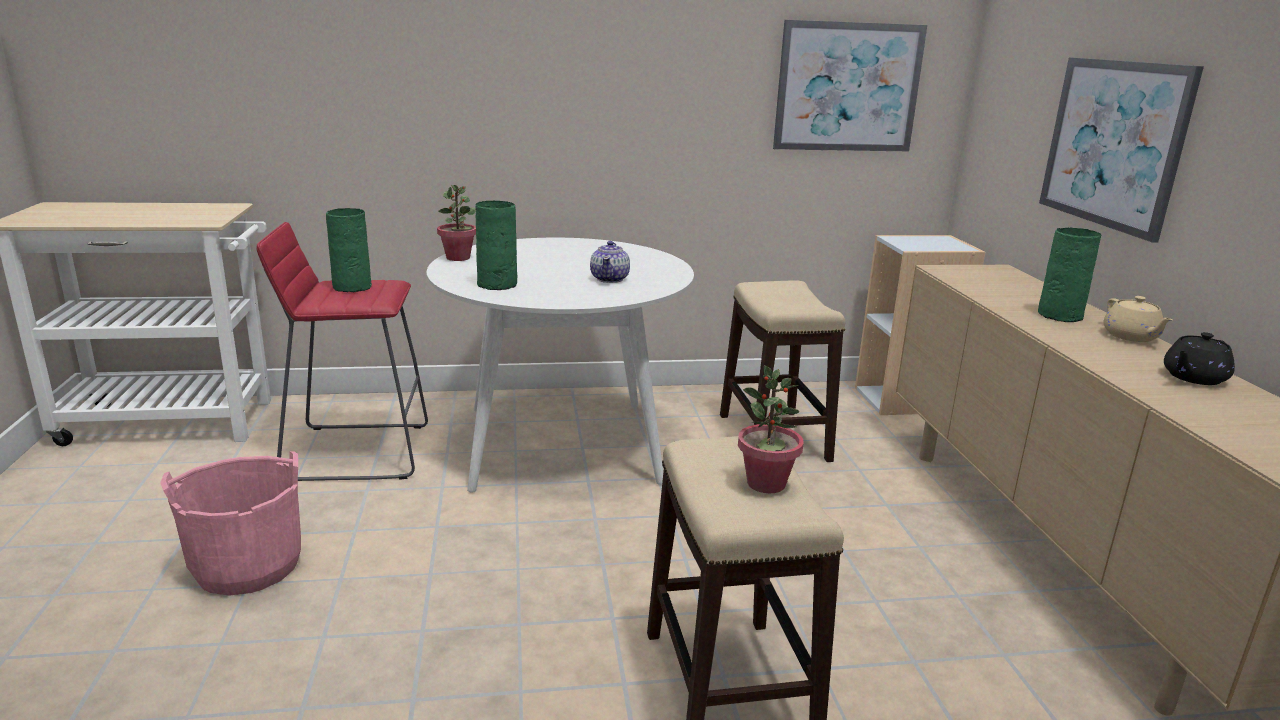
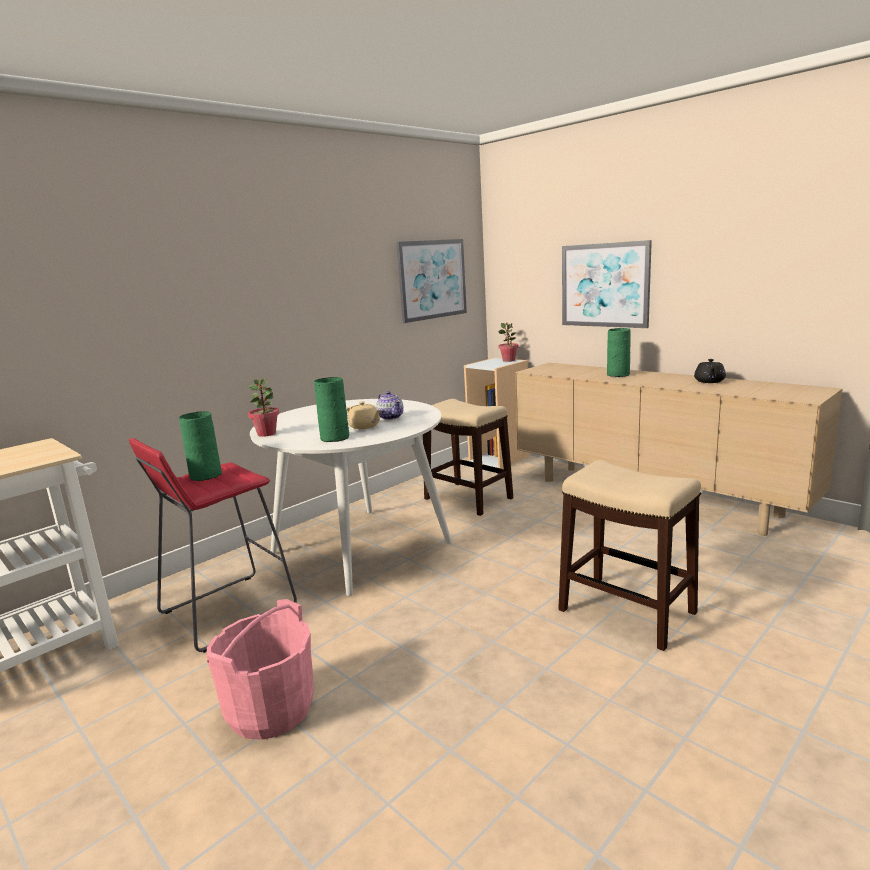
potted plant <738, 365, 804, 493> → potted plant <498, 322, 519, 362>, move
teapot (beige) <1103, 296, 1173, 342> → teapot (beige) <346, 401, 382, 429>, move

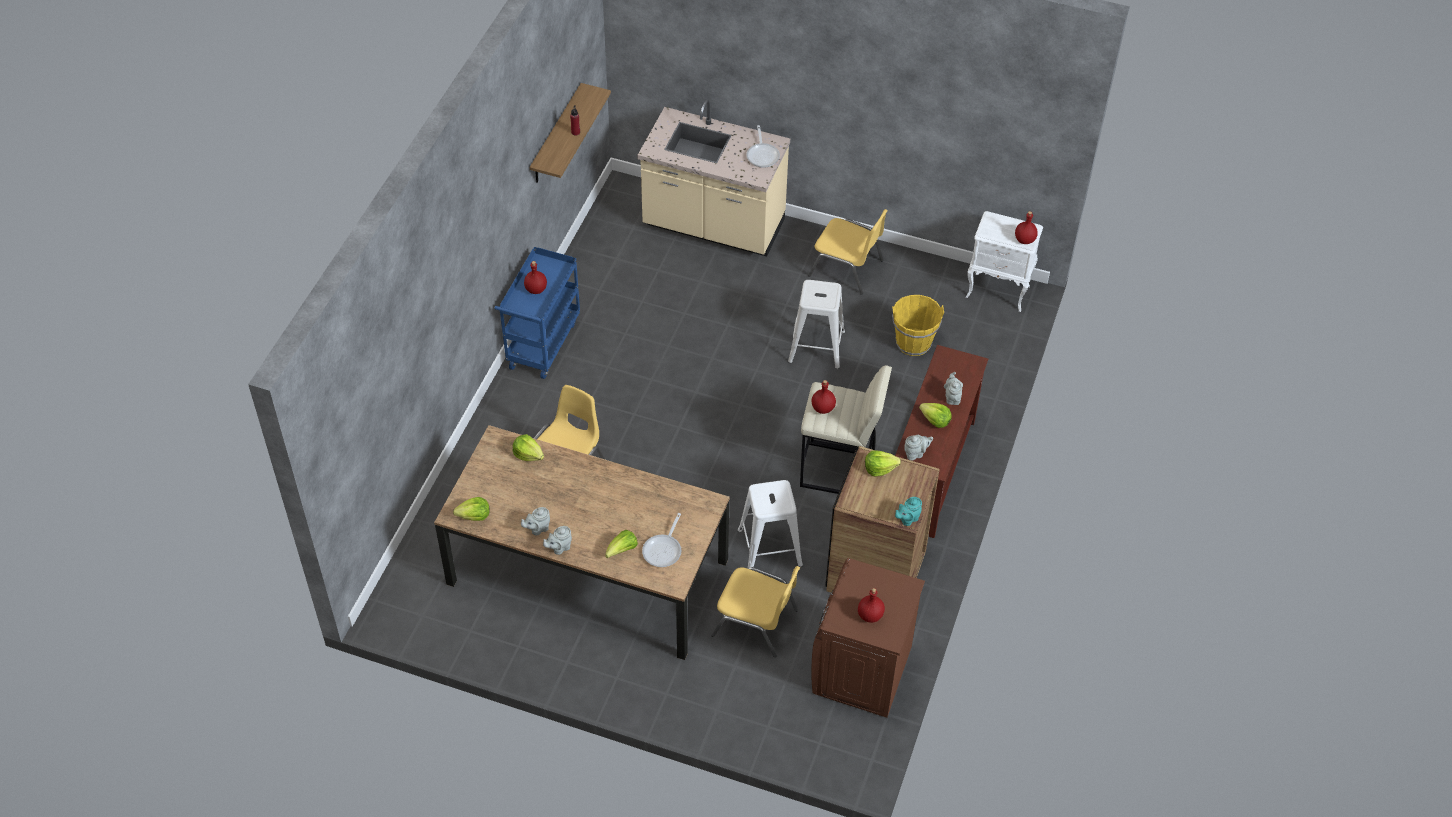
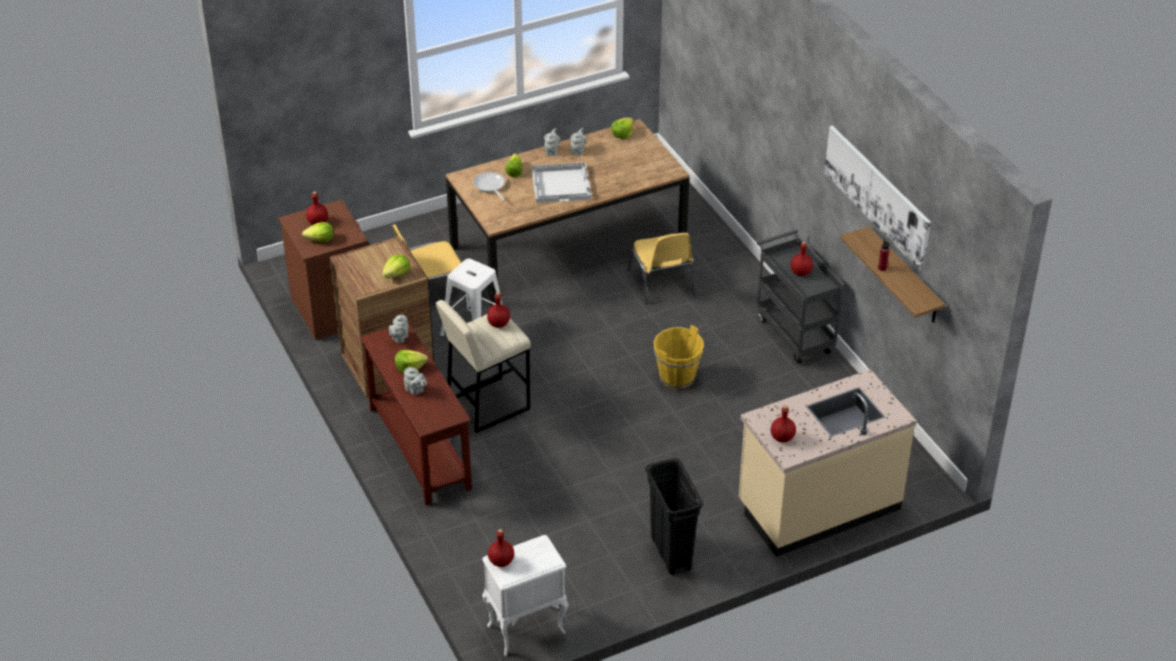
cart (blue) <494, 247, 580, 379> → cart (grey) <757, 230, 843, 364>
lettuce <513, 434, 544, 461> → lettuce <302, 222, 333, 242>, move
frying pan <747, 125, 780, 168> → bottle (red) <771, 405, 796, 443>
stool (white) <788, 280, 845, 369> → -
chair (yellow) <808, 209, 888, 294> → trash can (black) <645, 458, 703, 575>
bucket (yellow) <892, 295, 944, 356> → bucket (yellow) <654, 325, 704, 389>, move
teapot (turquoise) <895, 497, 922, 526> → -
- → tray (white) <531, 162, 591, 203>
- → picture <825, 126, 931, 271>

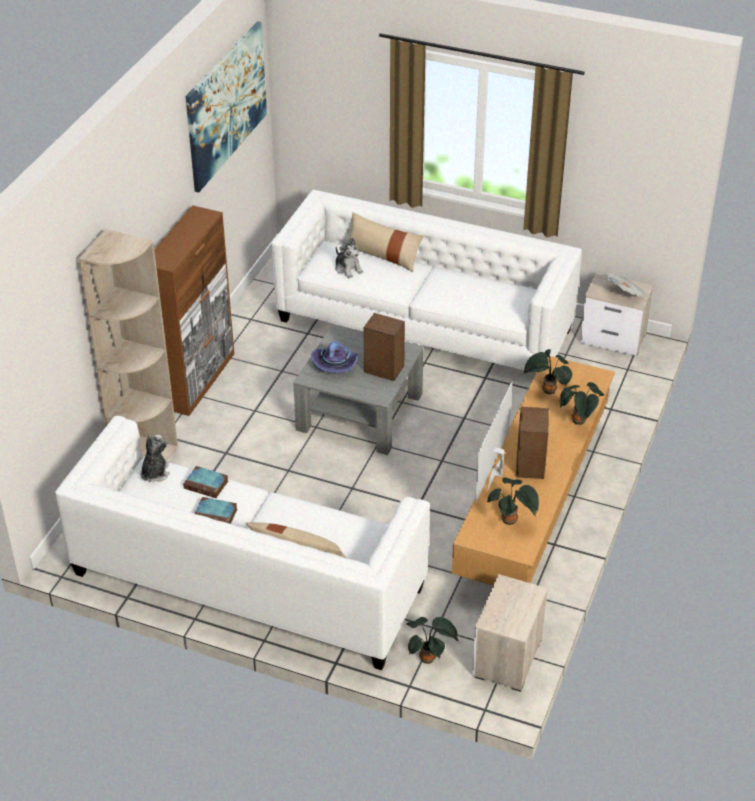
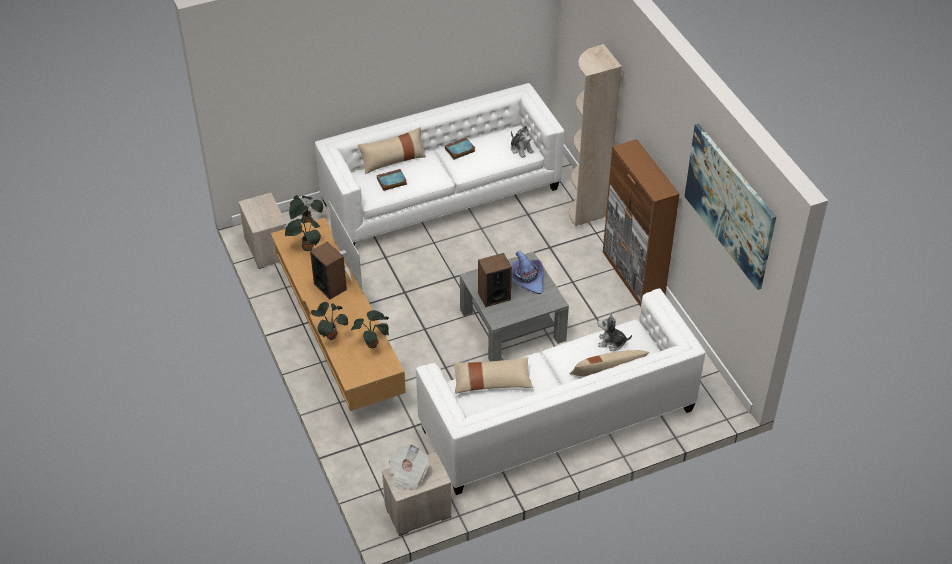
book <183, 466, 228, 498> → book <377, 169, 407, 191>, move
- → pillow (beige) <453, 357, 533, 394>

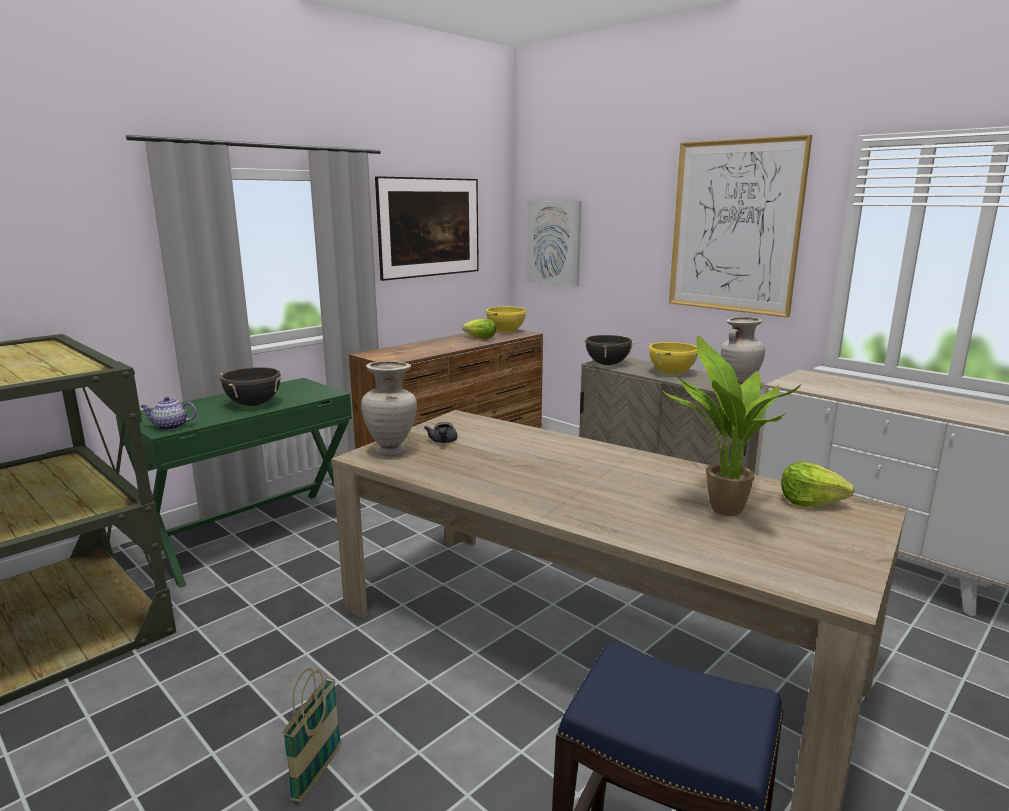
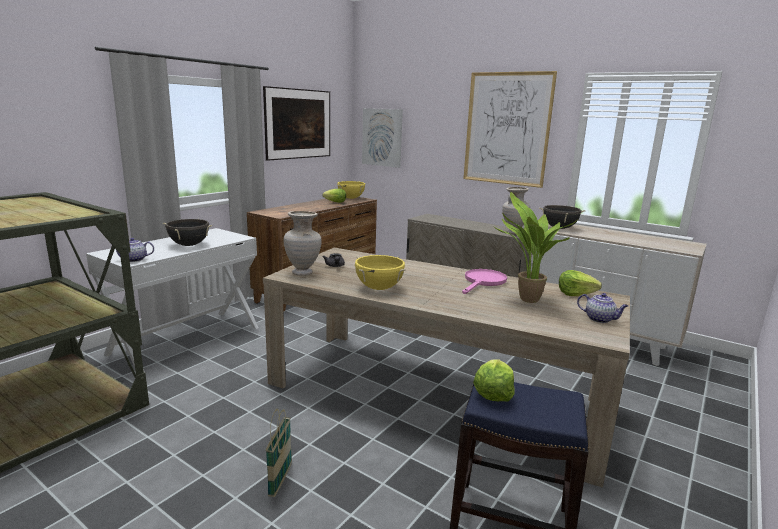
console table (green) <116, 378, 352, 588> → console table (white) <86, 228, 259, 372>
cooking pot (black) <580, 335, 638, 365> → cooking pot (black) <539, 205, 586, 229>, move
cooking pot (yellow) <648, 342, 698, 374> → cooking pot (yellow) <355, 255, 405, 290>, move
- → frying pan (pink) <462, 269, 507, 294>
- → lettuce <473, 360, 515, 402>
- → teapot <577, 293, 628, 323>

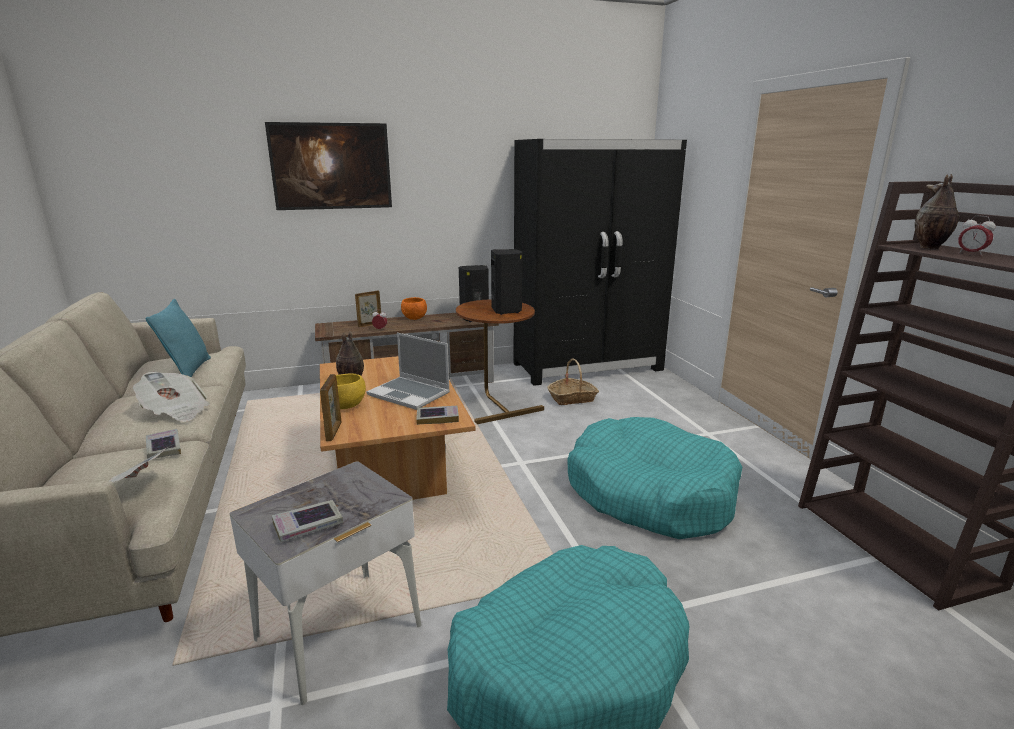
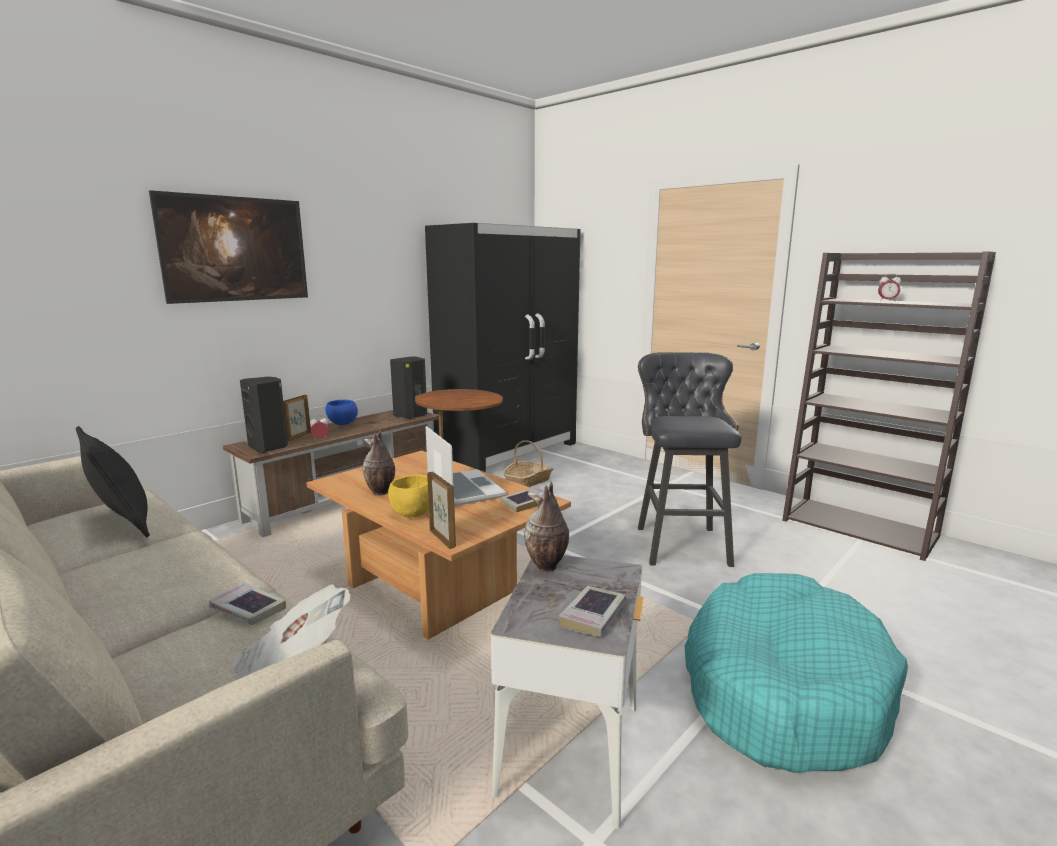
newspaper <133, 372, 210, 422> → -
pillow (turquoise) <146, 299, 211, 377> → pillow (black) <76, 426, 150, 538>
laptop <366, 333, 450, 410> → laptop <426, 426, 507, 506>, 120 degrees counterclockwise
bowl (orange) <401, 297, 427, 320> → bowl (blue) <325, 400, 358, 425>
speaker (black) <491, 249, 522, 315> → speaker (black) <240, 377, 288, 453>, move
dog bed (turquoise) <568, 417, 742, 539> → stool (black) <638, 352, 742, 567>
vase <915, 174, 959, 249> → vase <524, 481, 569, 572>, move

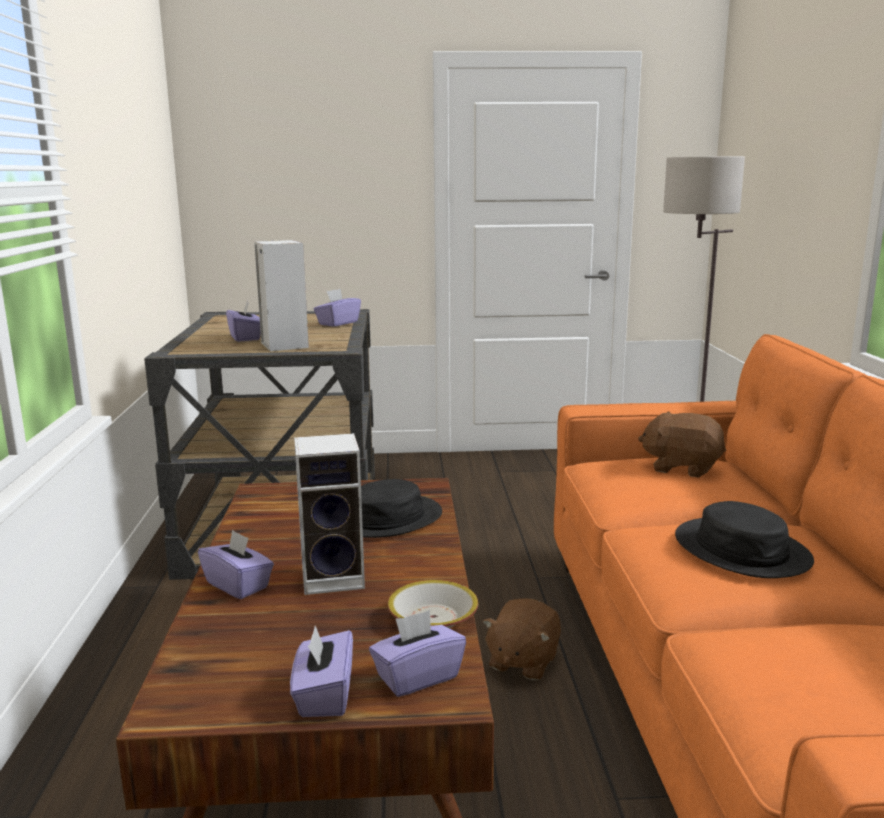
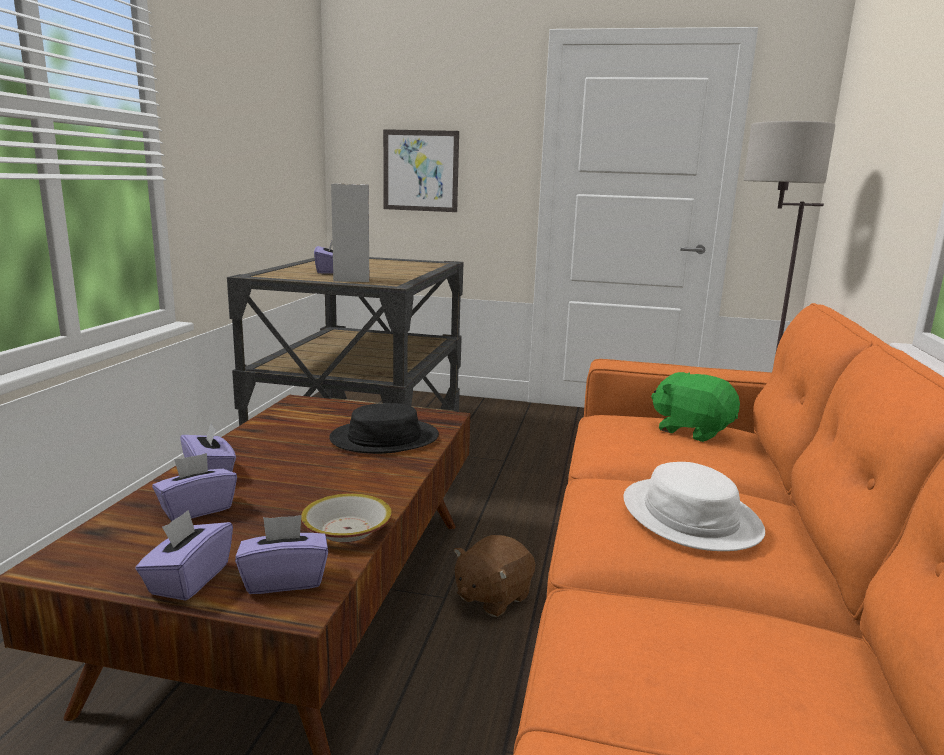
speaker <294, 433, 365, 595> → -
tissue box (purple) <314, 289, 361, 327> → tissue box (purple) <152, 453, 237, 521>, move
plush toy (brown) <638, 412, 726, 477> → plush toy (green) <651, 372, 740, 442>
hat (black) <675, 501, 814, 578> → hat (white) <624, 462, 765, 551>
- → picture <383, 129, 459, 212>

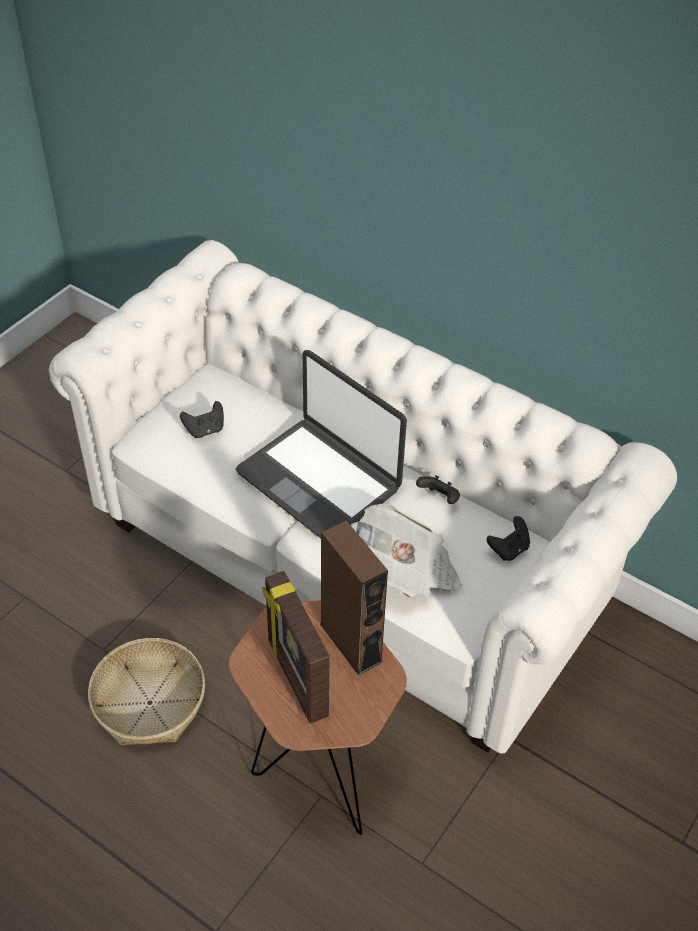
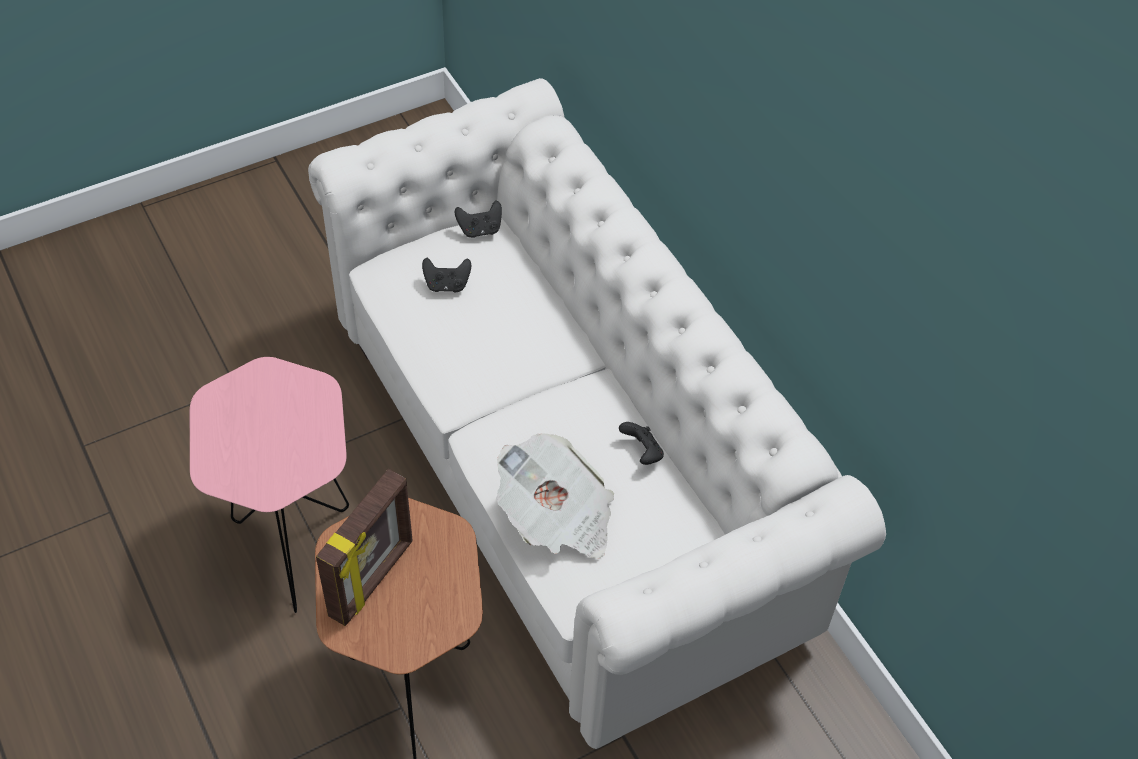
basket <88, 638, 205, 746> → side table (pink) <190, 357, 349, 613>
laptop <236, 350, 407, 538> → -
picture frame <262, 571, 329, 724> → picture frame <316, 469, 413, 626>, 150 degrees counterclockwise
speaker (brown) <320, 520, 388, 675> → -
game controller (black) <486, 516, 530, 561> → game controller (black) <455, 200, 502, 238>, move

